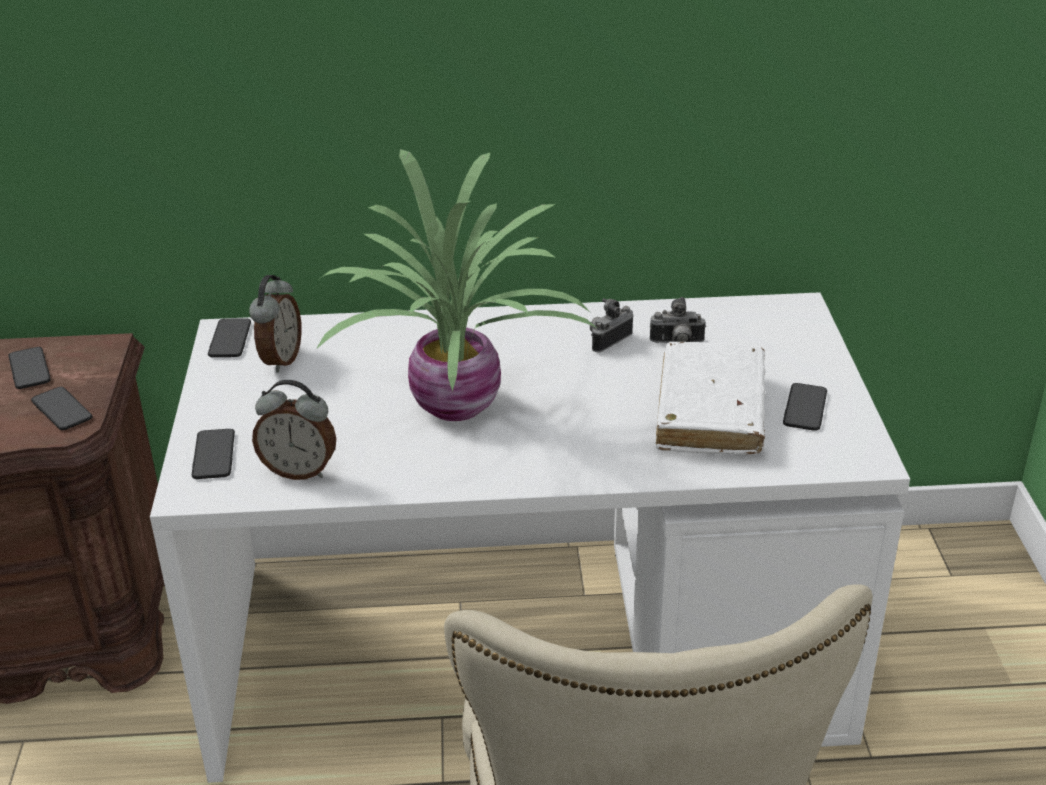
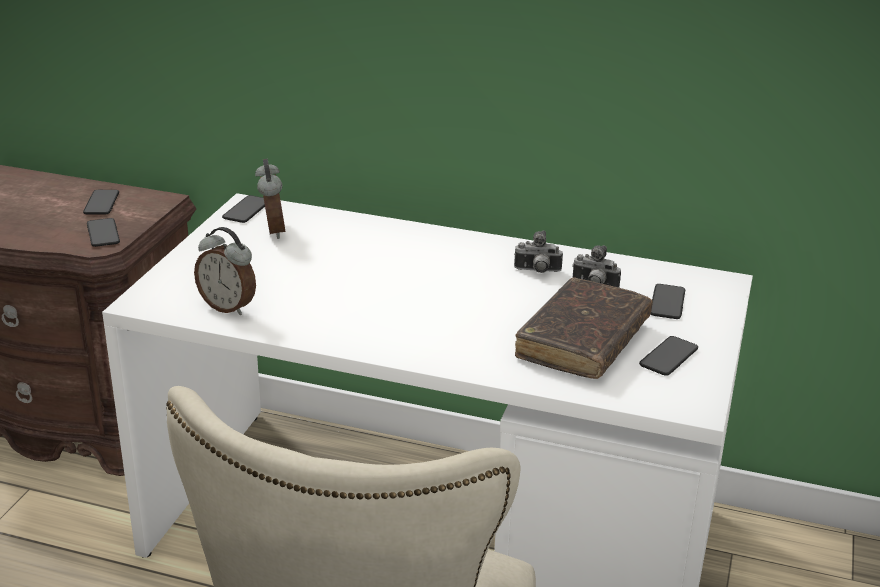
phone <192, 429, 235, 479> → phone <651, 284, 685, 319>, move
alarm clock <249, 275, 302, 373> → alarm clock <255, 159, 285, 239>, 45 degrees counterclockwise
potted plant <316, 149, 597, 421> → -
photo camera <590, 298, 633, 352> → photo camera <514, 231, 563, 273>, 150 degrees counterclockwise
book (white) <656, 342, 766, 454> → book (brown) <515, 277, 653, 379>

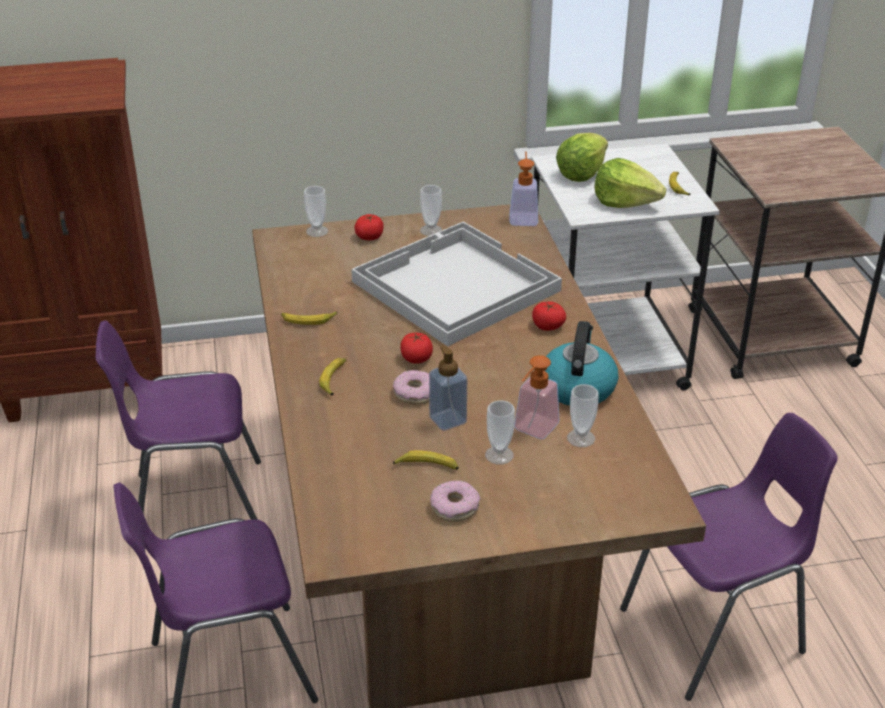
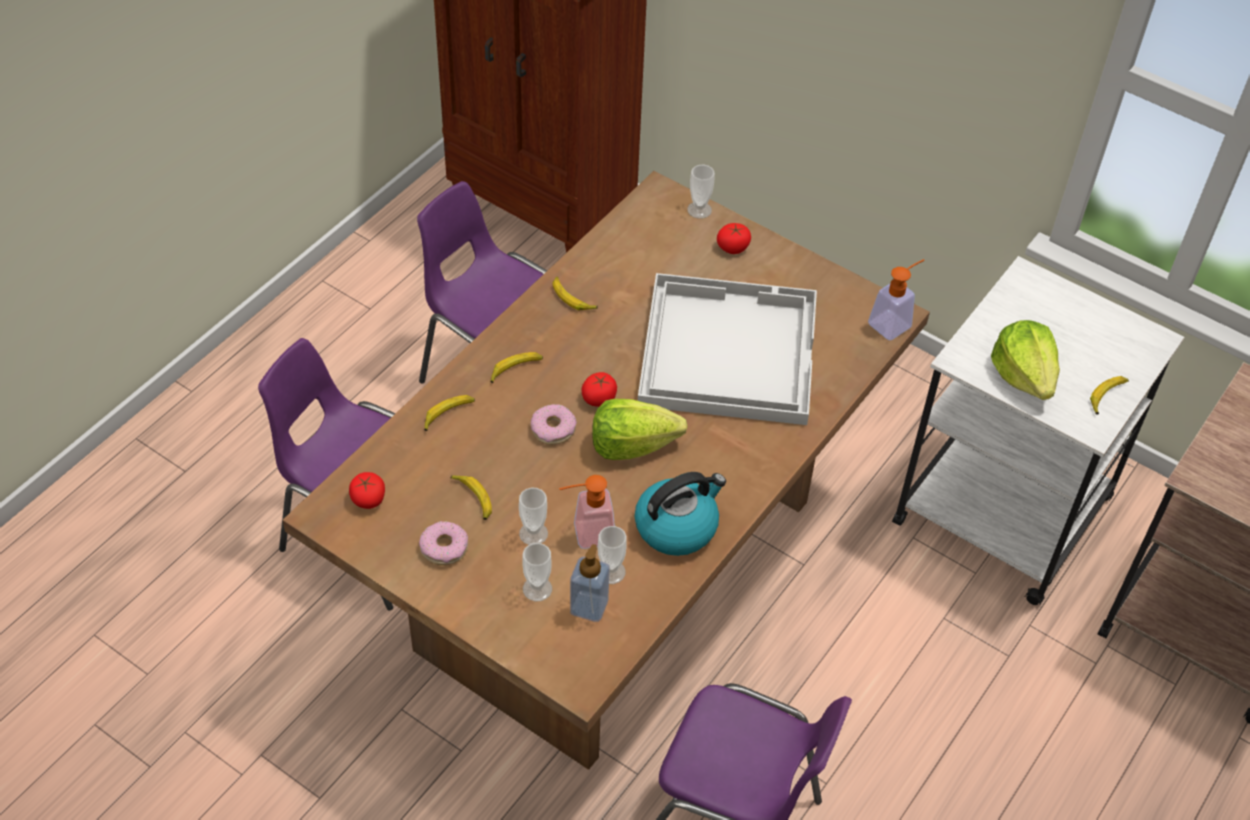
cup <420, 185, 442, 236> → cup <522, 543, 552, 602>, move
soap dispenser <429, 345, 467, 431> → soap dispenser <570, 544, 610, 622>, move
tomato <532, 302, 566, 331> → tomato <349, 472, 385, 509>, move
lettuce <556, 133, 608, 182> → lettuce <592, 399, 688, 460>, move
- → banana <424, 395, 475, 431>

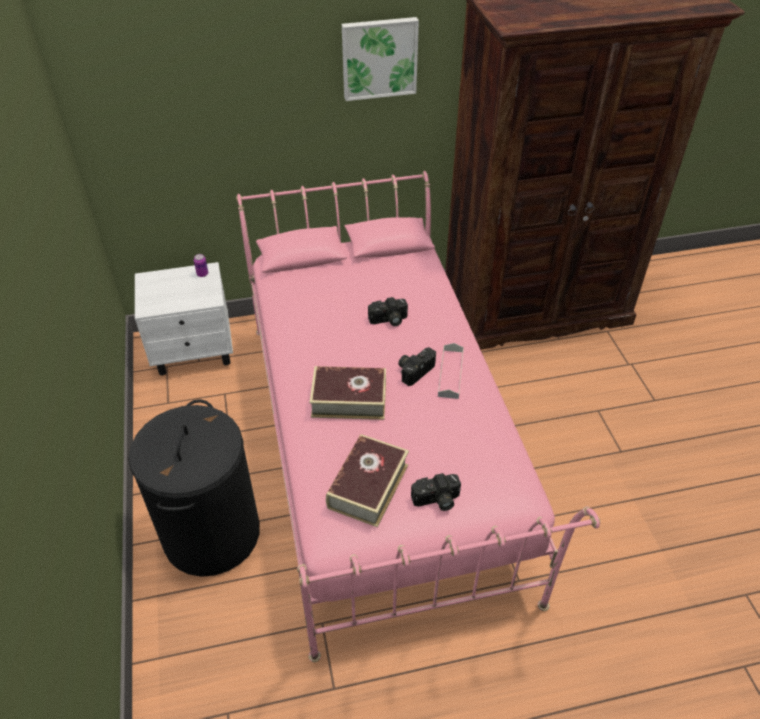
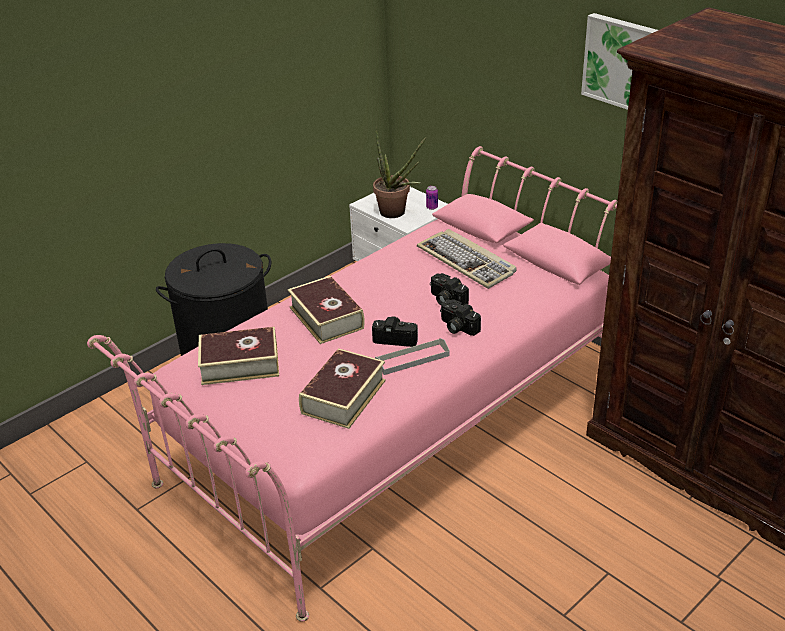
photo camera <411, 473, 461, 511> → photo camera <440, 299, 481, 336>, move
- → book <299, 348, 386, 429>
- → potted plant <373, 126, 427, 218>
- → keyboard <417, 229, 517, 289>

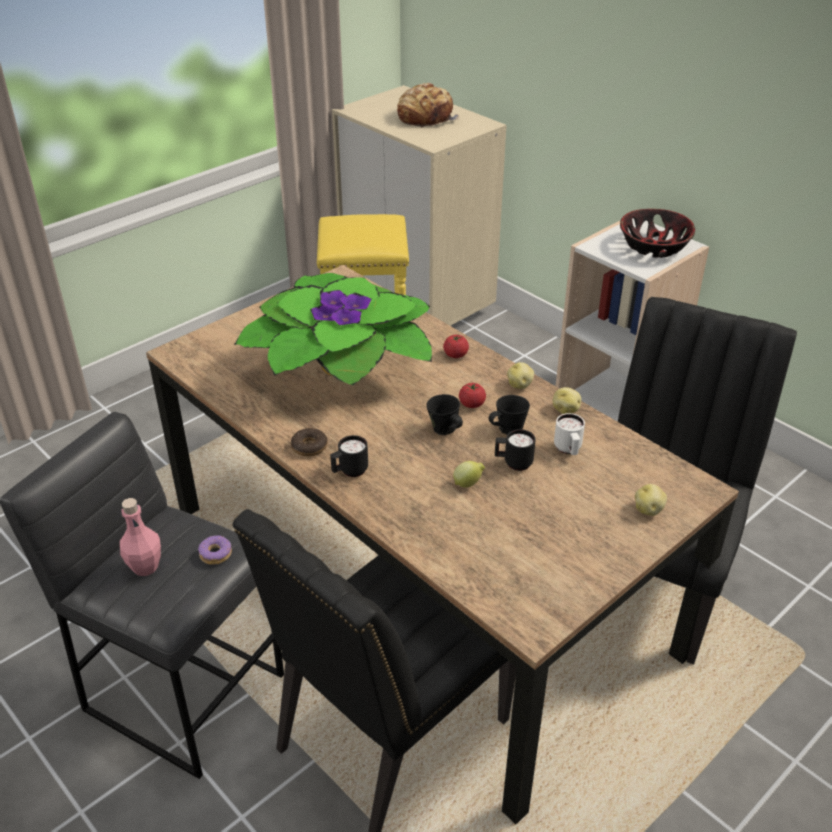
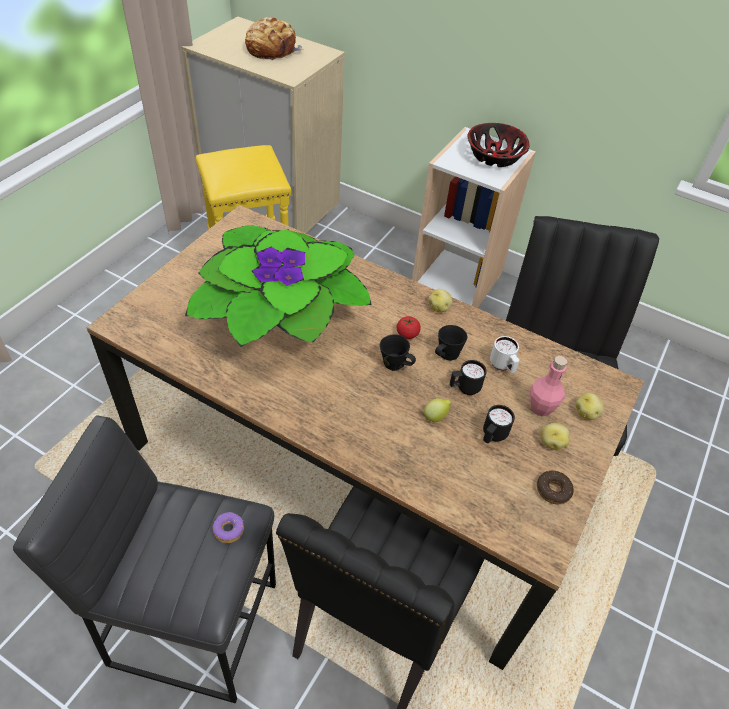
bottle (pink) <120, 498, 161, 576> → bottle (pink) <530, 356, 567, 416>, move
donut <291, 428, 328, 456> → donut <537, 471, 574, 504>, move
mug (black) <330, 435, 368, 477> → mug (black) <483, 405, 515, 443>, move
tomato <443, 334, 469, 358> → -
potato <553, 387, 581, 414> → potato <541, 423, 569, 450>, move

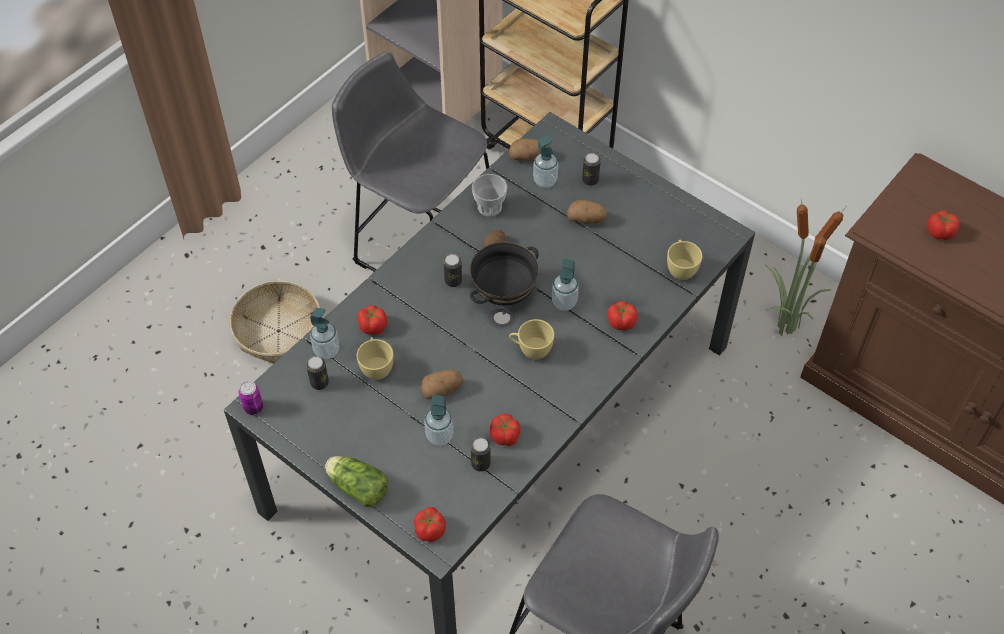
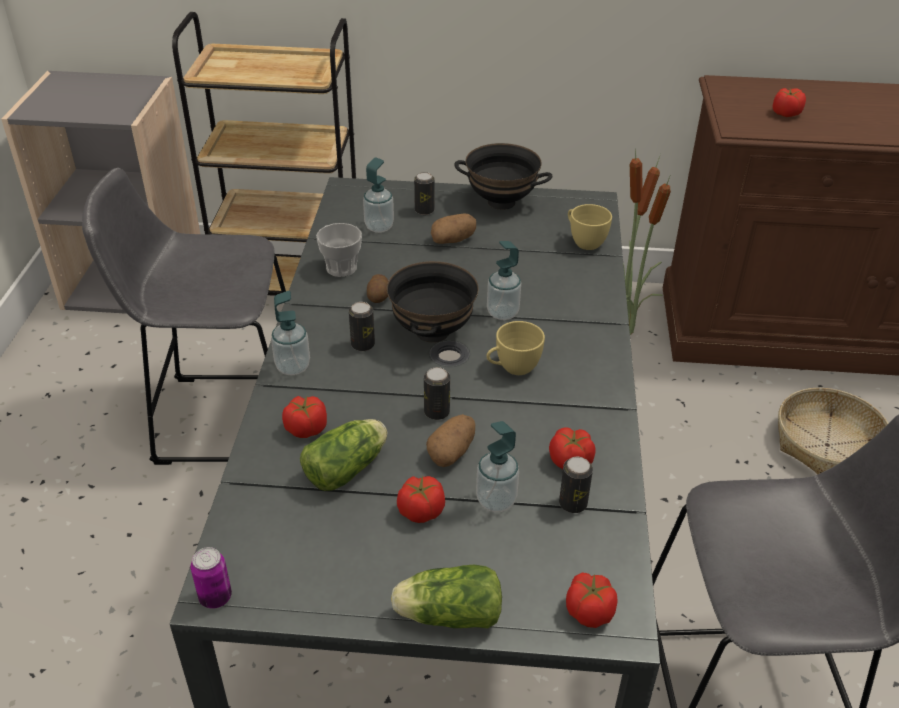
basket <230, 281, 320, 364> → basket <778, 388, 889, 474>, move
can <306, 356, 329, 390> → can <424, 367, 450, 420>, move
soap dispenser <310, 308, 339, 359> → soap dispenser <271, 291, 310, 375>, move
cup (yellow) <357, 337, 394, 380> → lettuce <300, 419, 387, 491>
potato <509, 139, 547, 161> → -
tomato <607, 301, 638, 331> → tomato <397, 476, 445, 523>, move
- → bowl (black) <454, 143, 552, 210>

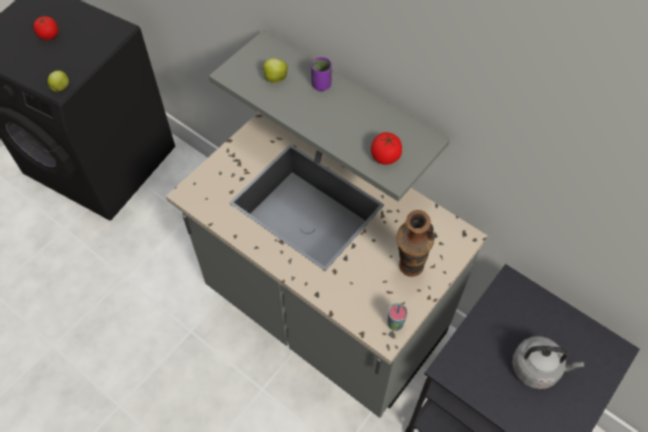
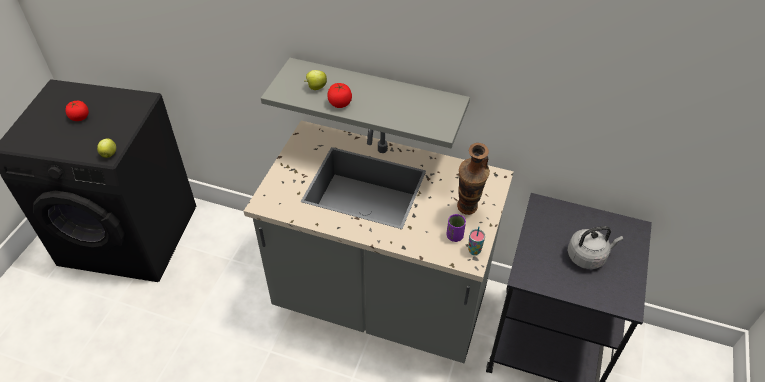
cup (purple) <311, 57, 332, 91> → cup (purple) <447, 214, 466, 242>, move
tomato <371, 132, 402, 165> → tomato <327, 83, 352, 108>, move

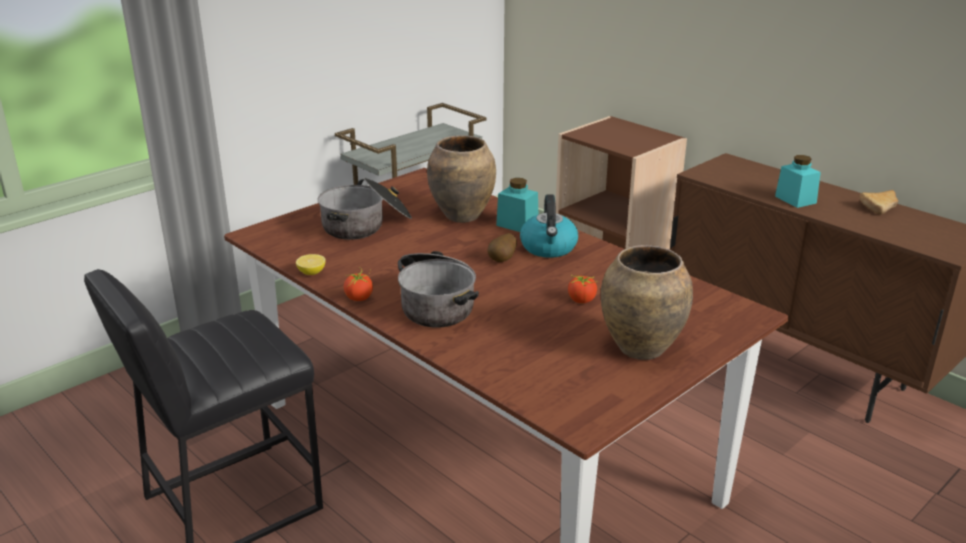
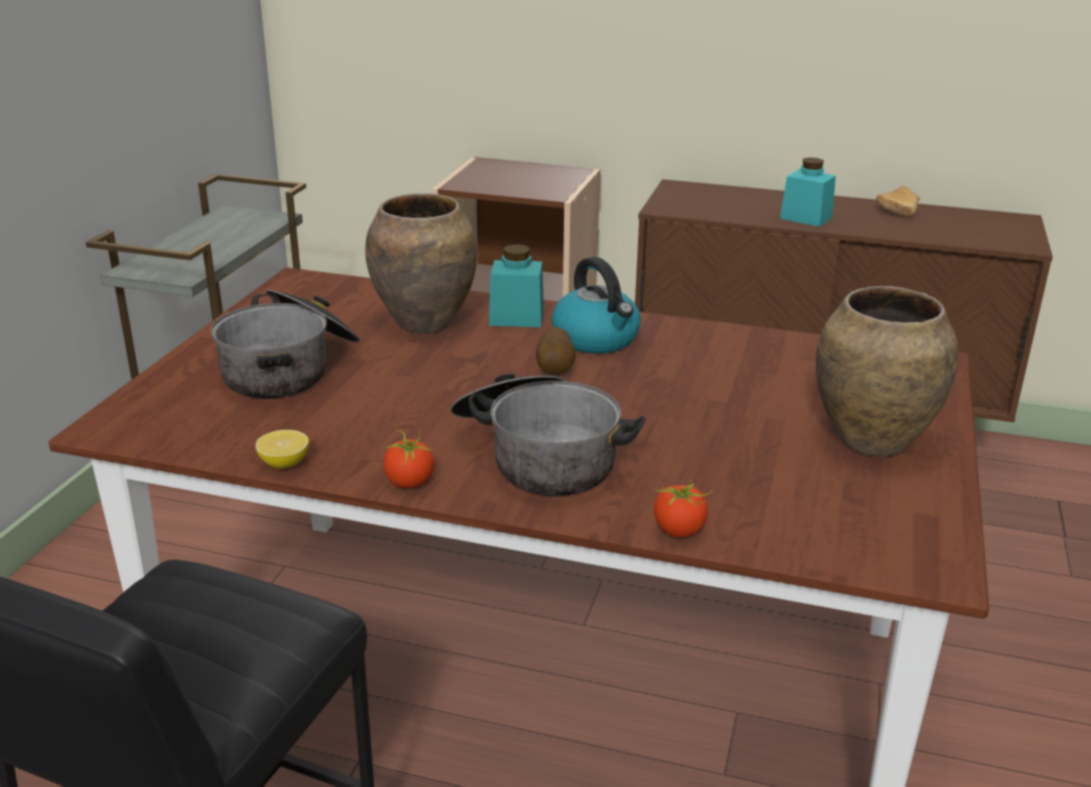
tomato <568, 275, 597, 304> → tomato <654, 481, 713, 537>, move

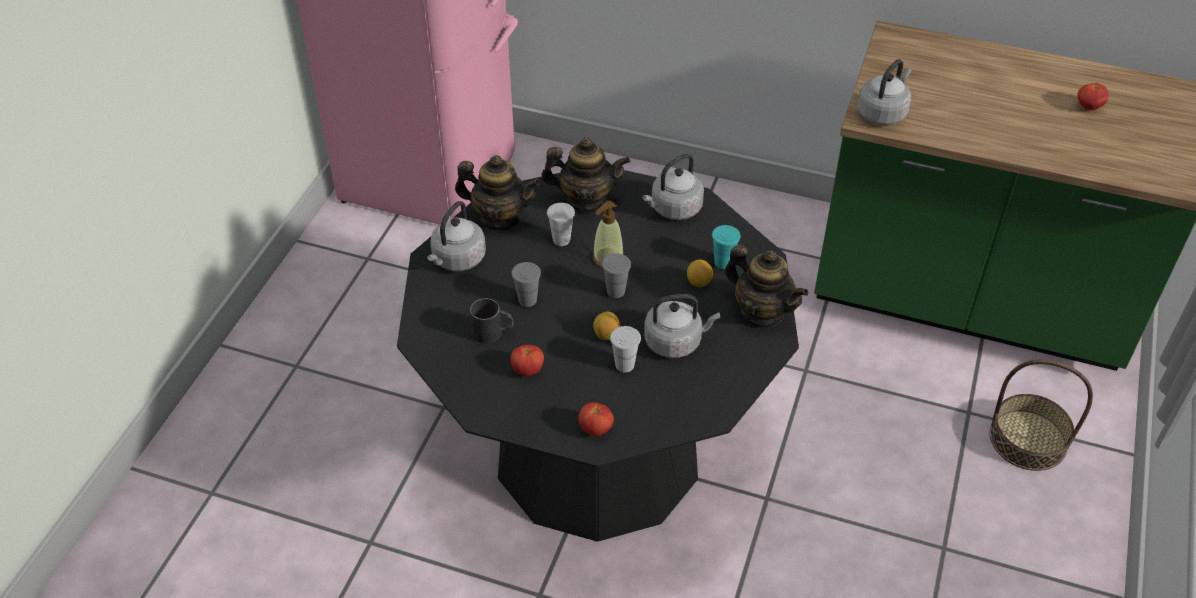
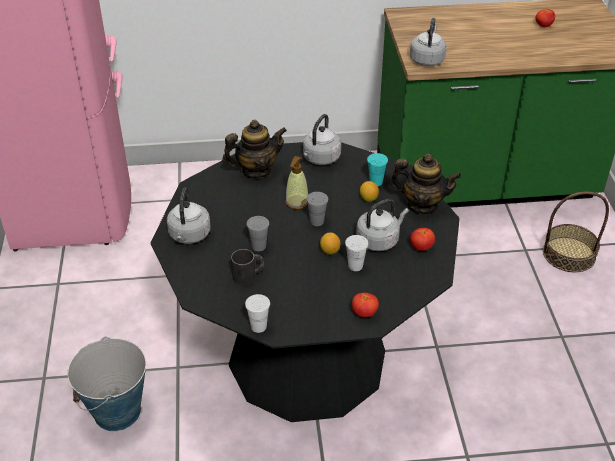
teapot <455, 155, 540, 230> → -
tomato <510, 344, 544, 376> → tomato <410, 228, 435, 251>, move
cup (white) <547, 203, 575, 246> → cup (white) <245, 294, 270, 333>, move
- → bucket <67, 337, 146, 431>

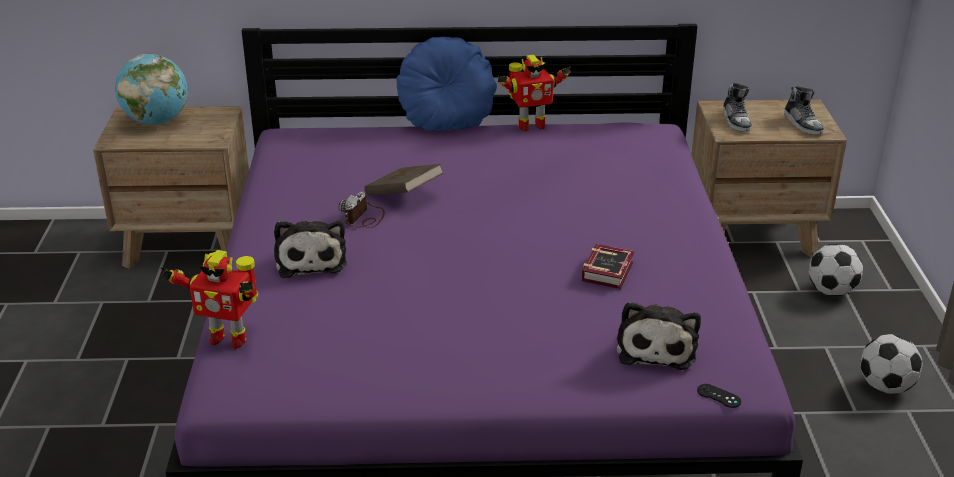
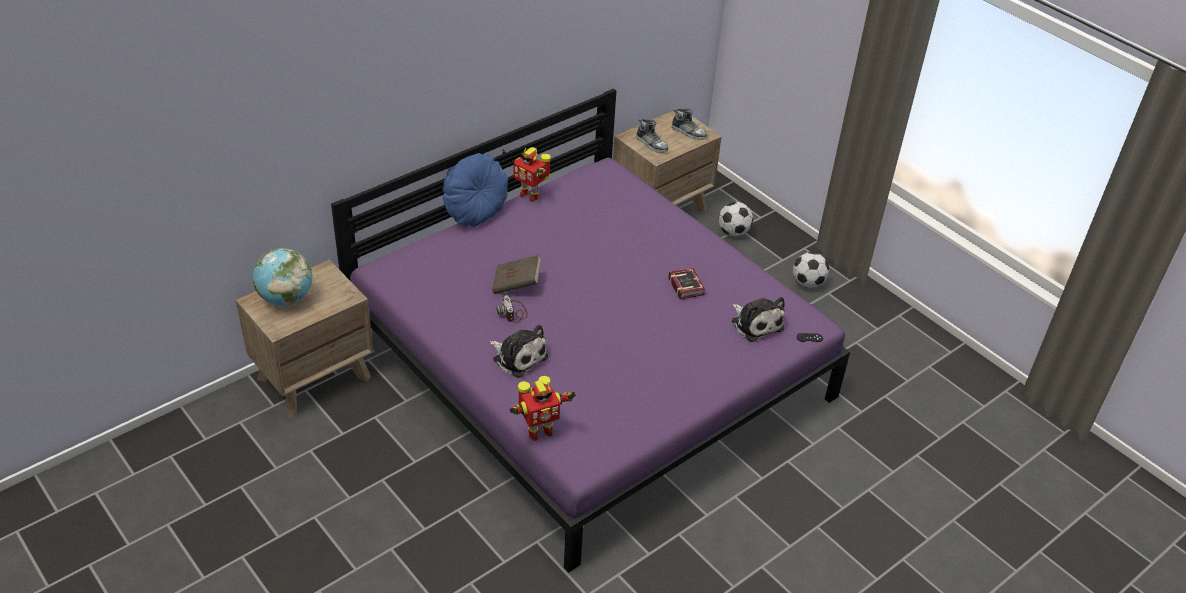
toy robot <497, 55, 571, 131> → toy robot <502, 147, 551, 202>, 90 degrees clockwise

